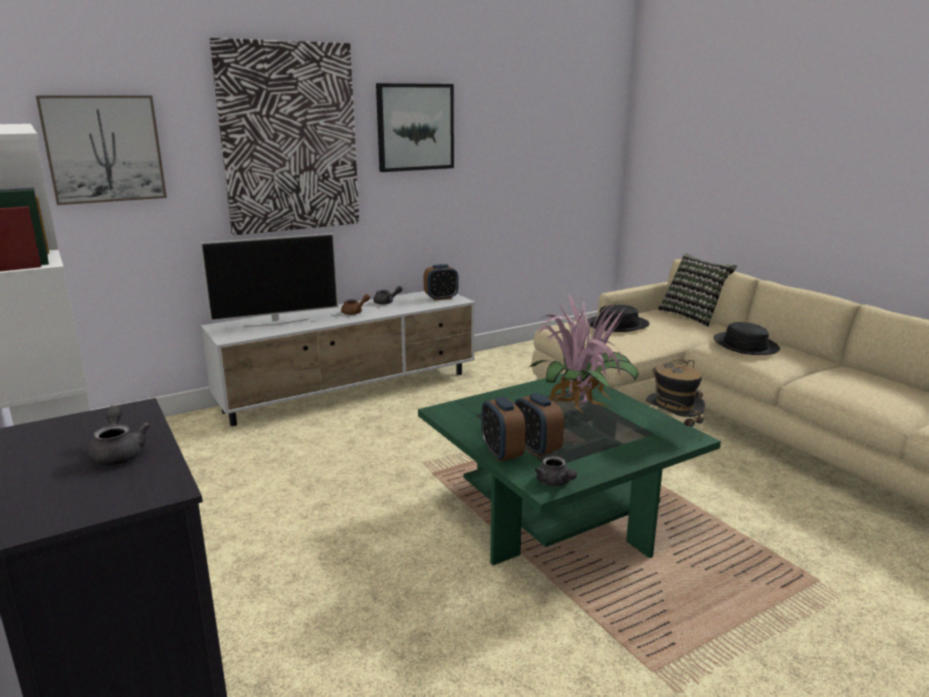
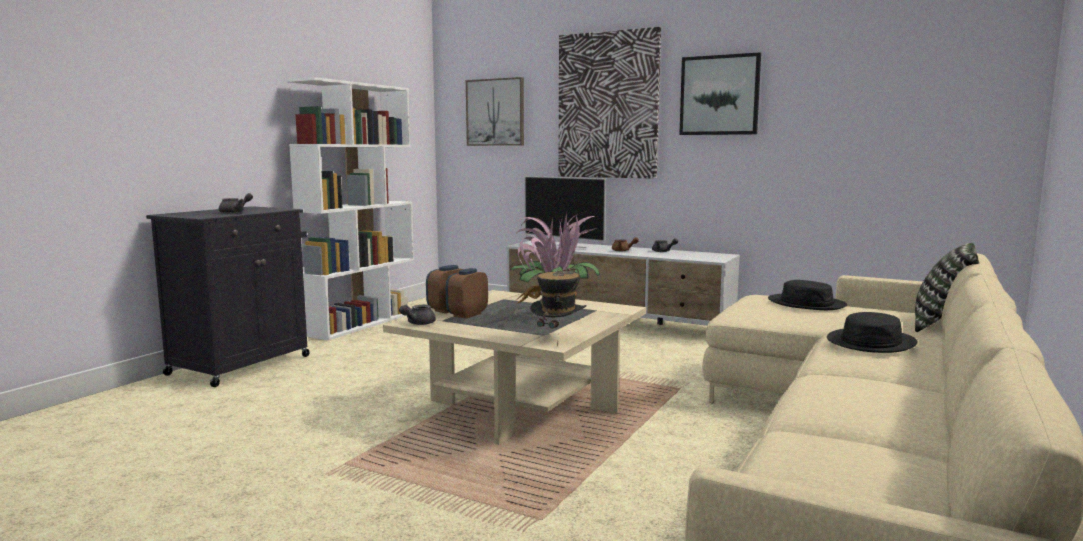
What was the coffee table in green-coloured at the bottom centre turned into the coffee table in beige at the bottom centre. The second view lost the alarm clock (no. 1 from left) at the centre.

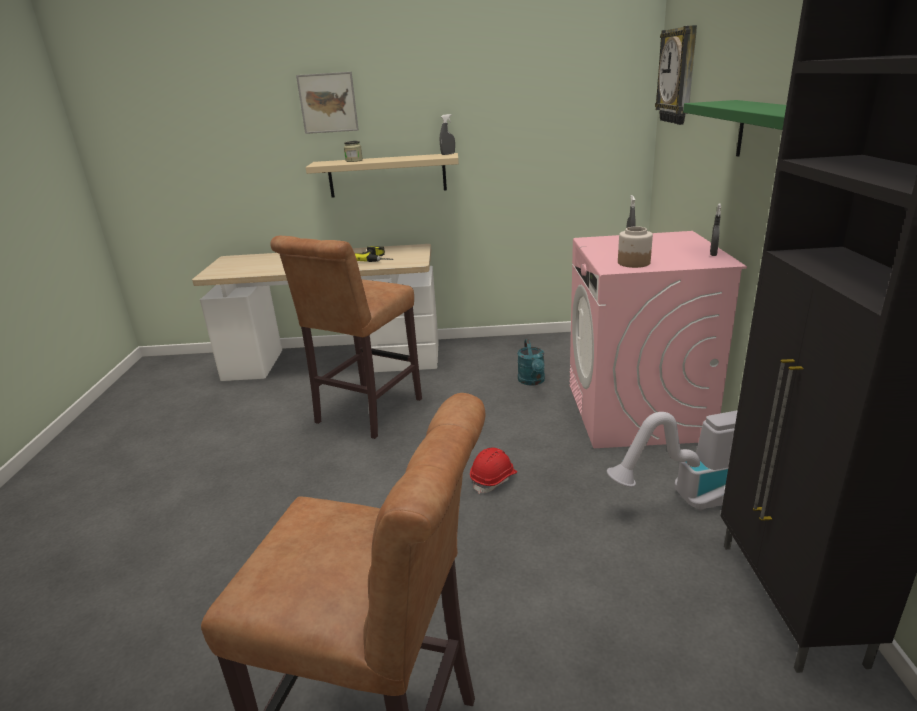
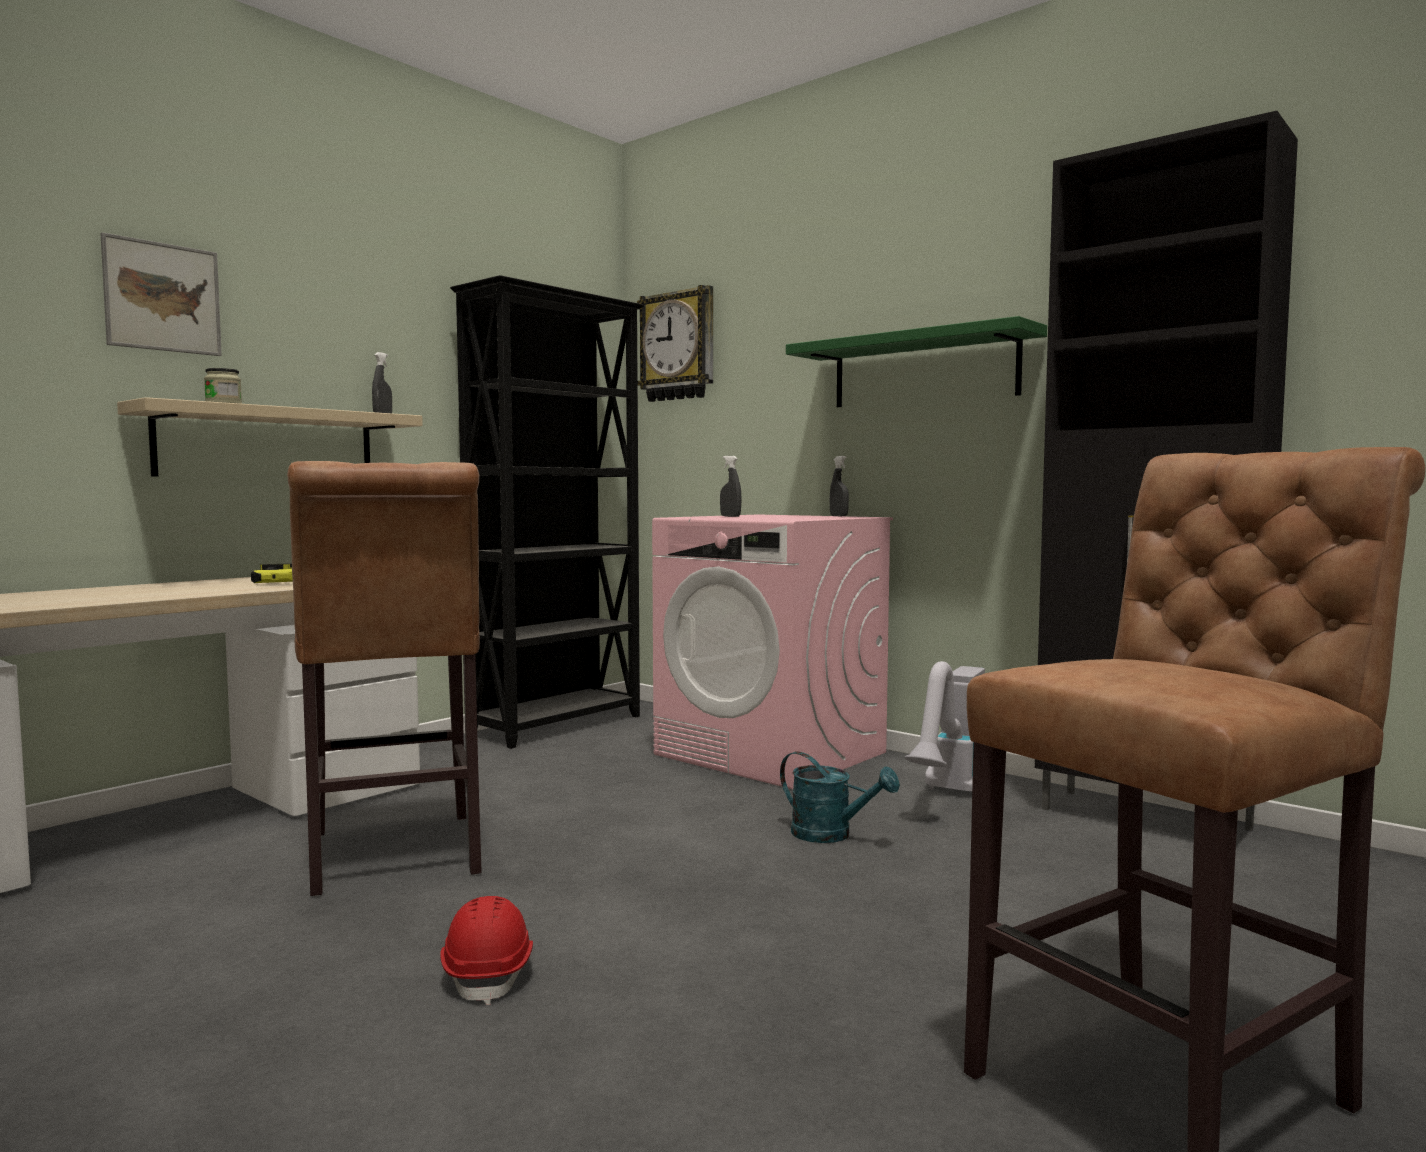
The work helmet in red-coloured ended up elsewhere, having gone from the centre to the bottom centre. The second view gained the shelving unit in blackish at the centre. The watering pot in turquoise-coloured ended up elsewhere, having gone from the centre to the bottom centre. The second view lost the preserve jar (no. 2 from left) at the middle right.

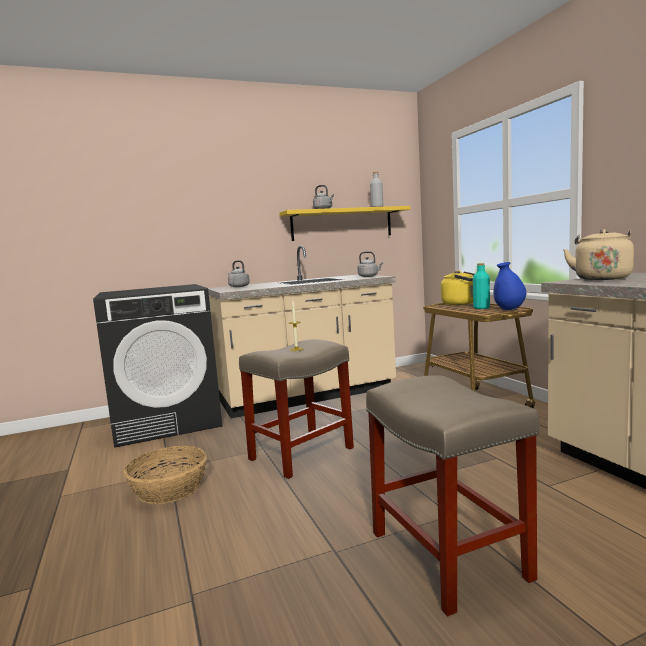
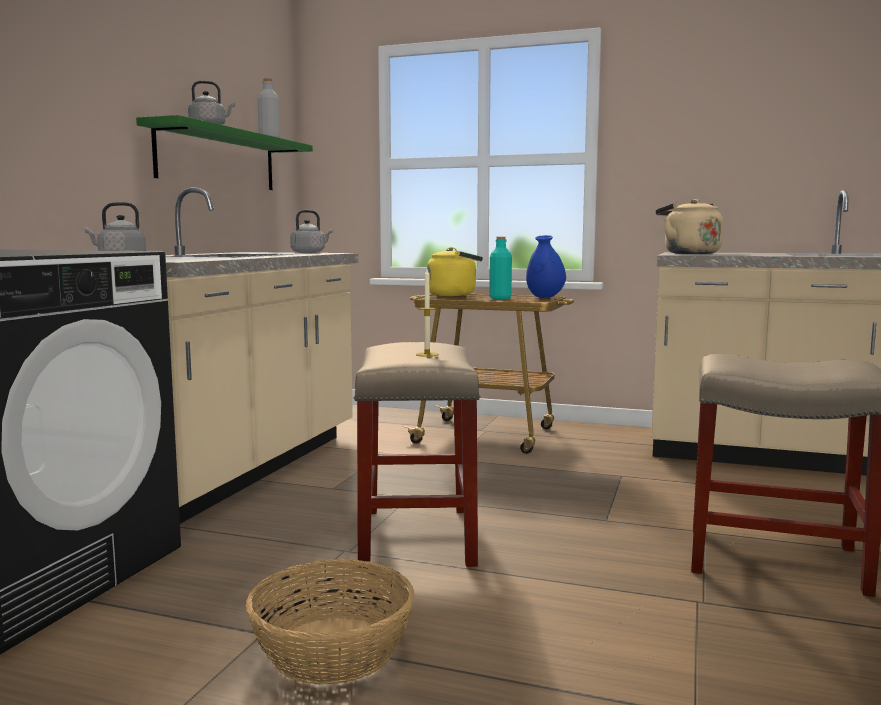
What was the shelf in yellow-coloured at the centre turned into the shelf in green-coloured at the top left.

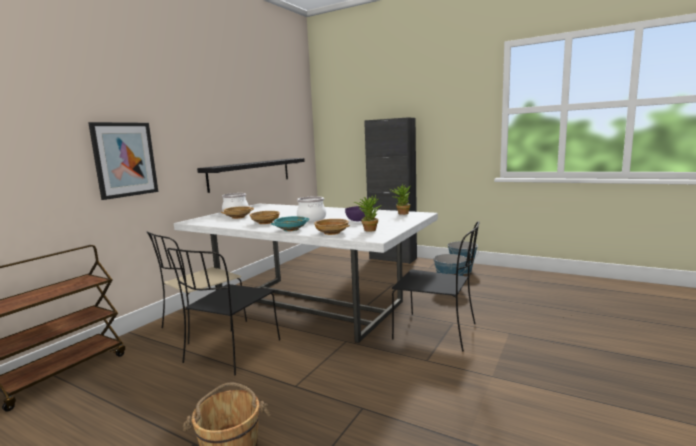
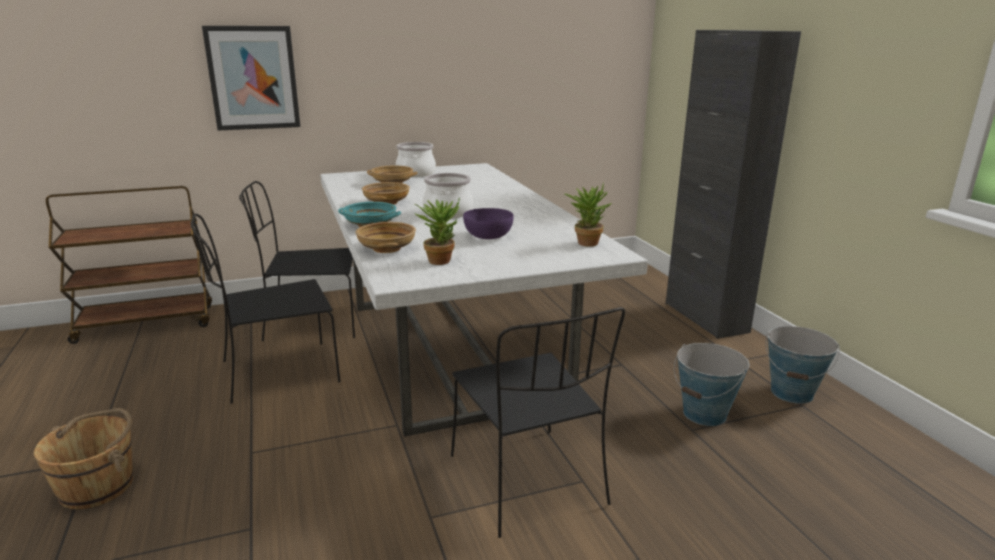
What was the upright chair in beige at the middle left turned into the upright chair in blackish (no. 2 from left) at the middle left. The second view lost the shelf in blackish at the centre.

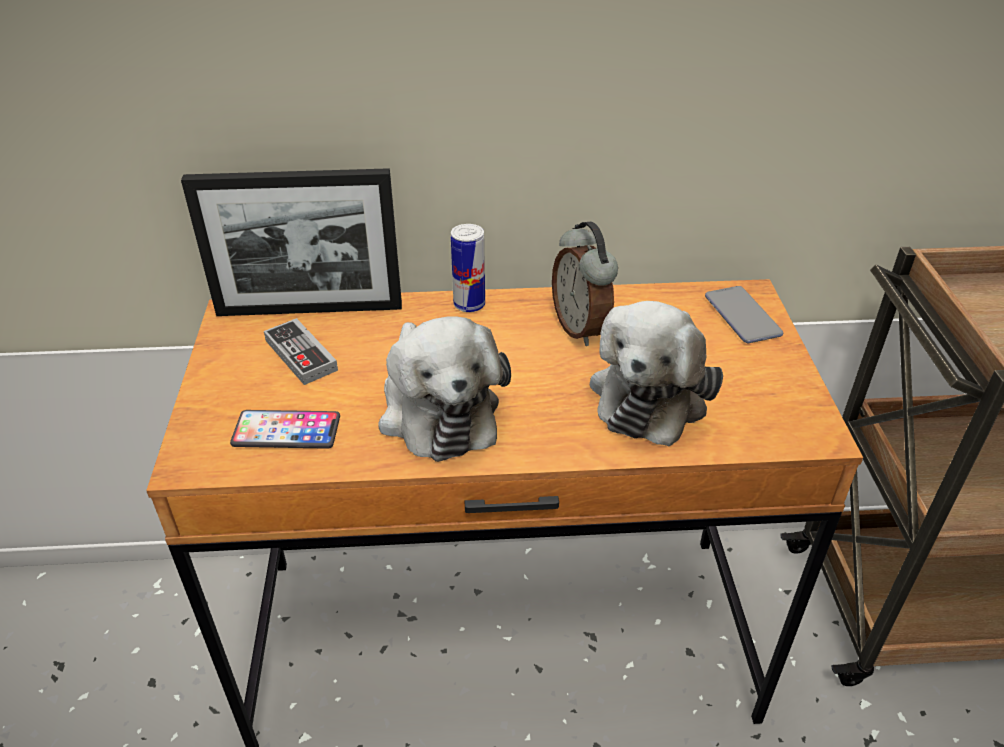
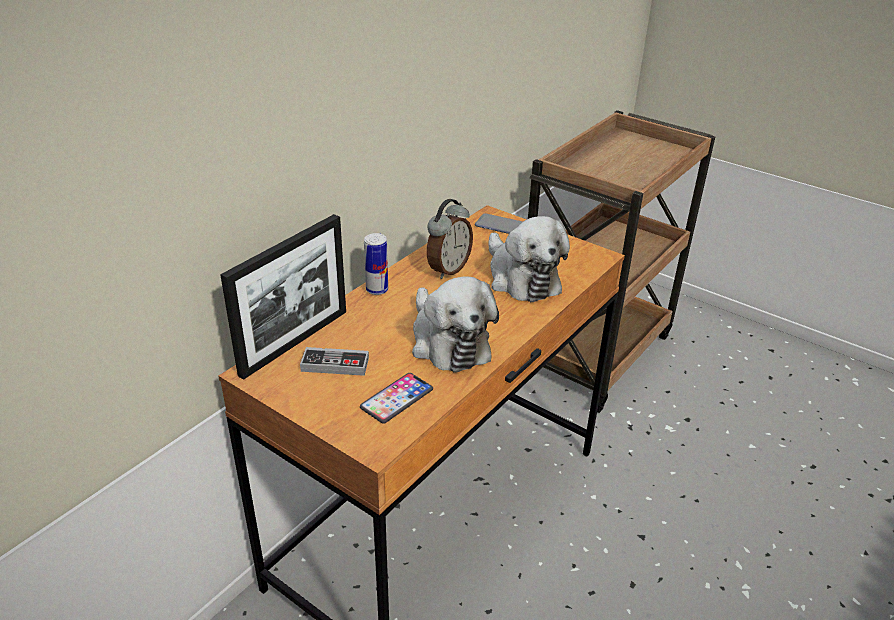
The soft toy (no. 1 from left) at the centre ended up facing another way, 45 degrees clockwise from before. The alarm clock at the centre ended up facing another way, 75 degrees counterclockwise from before.

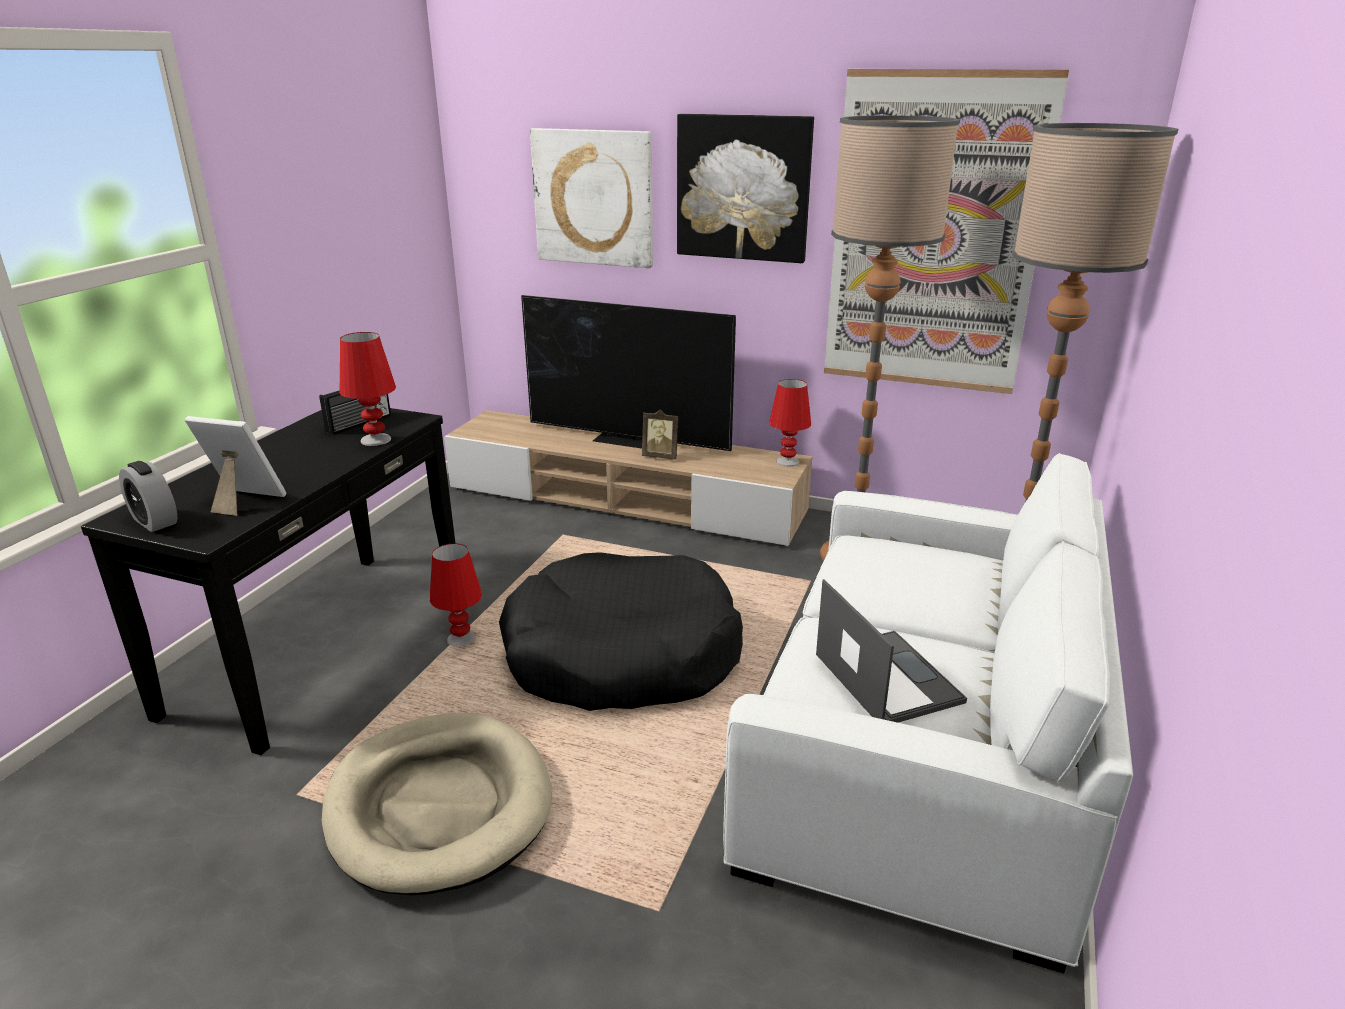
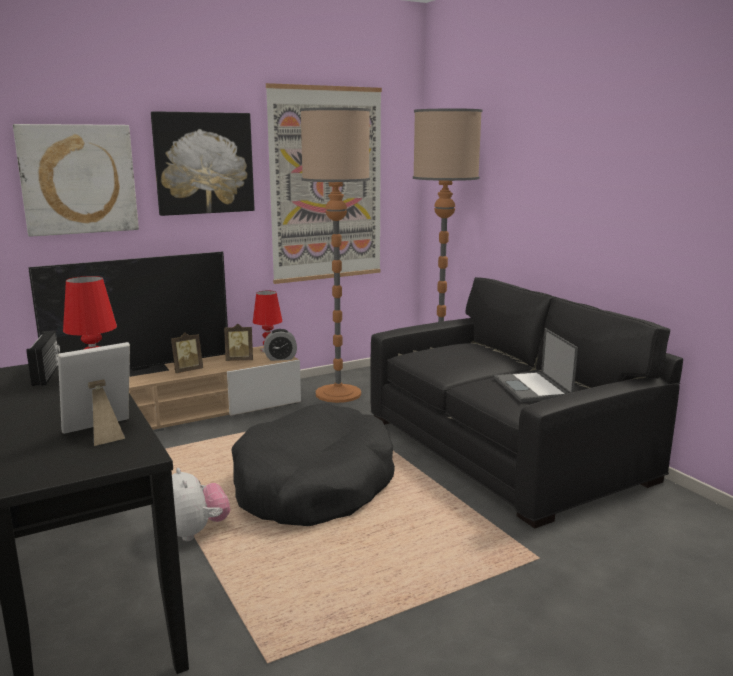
Where the lamp for a table in red-coloured (no. 2 from left) stood at the centre, the soft toy came to stand at the bottom left. The second view gained the photo frame (no. 3 from left) at the middle left. The alarm clock ended up elsewhere, having gone from the middle left to the centre. What was the settee in white-coloured at the bottom right turned into the settee in blackish at the middle right. The notebook computer at the centre ended up facing another way, 120 degrees counterclockwise from before. The second view lost the dog bed in beige at the bottom left.

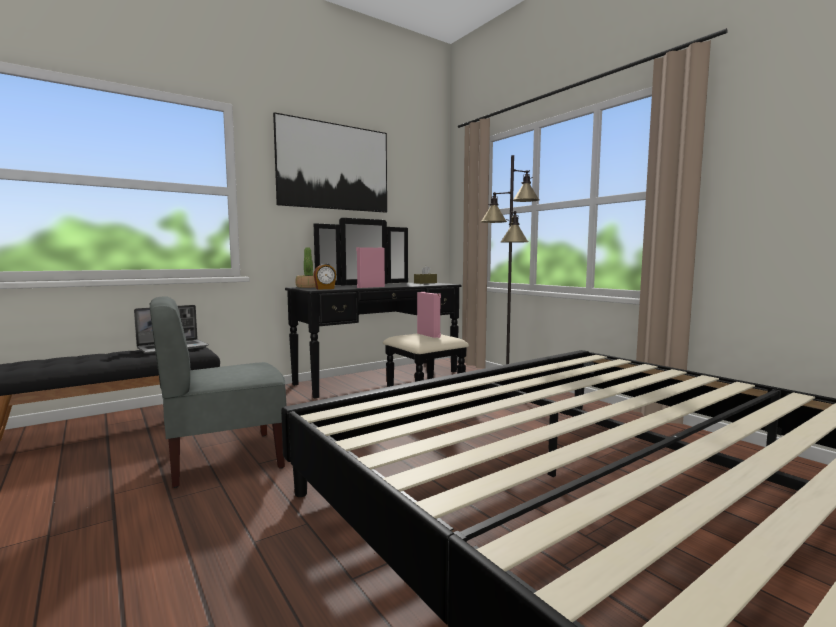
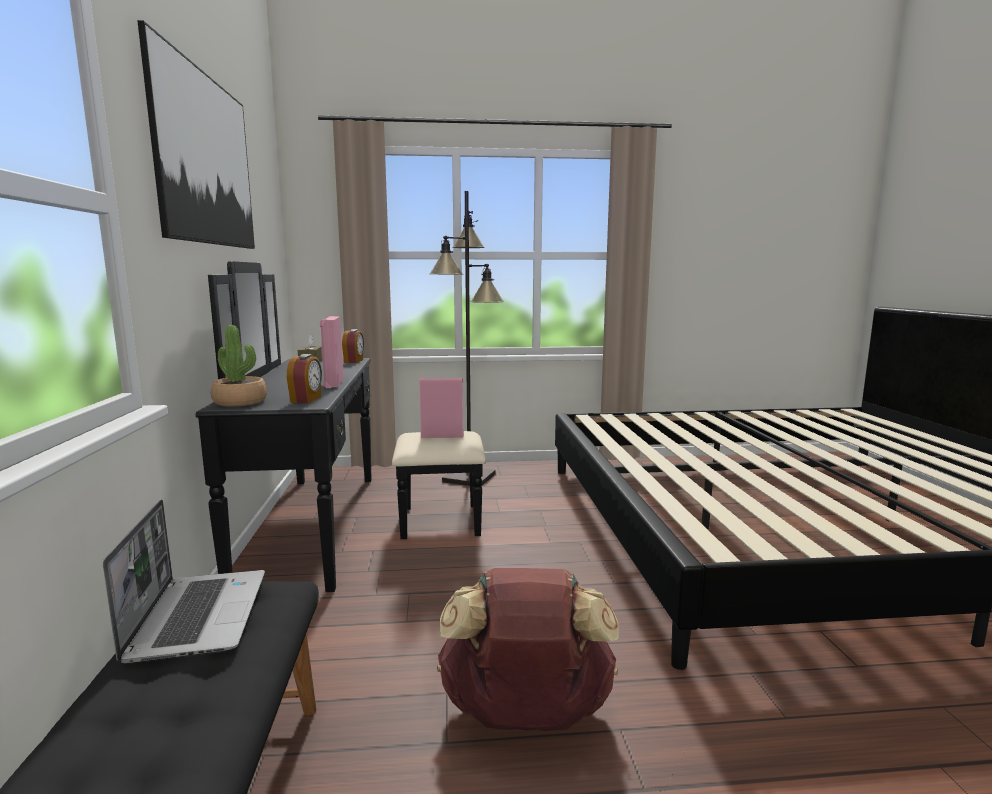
The second view gained the alarm clock (no. 2 from left) at the centre. Where the upright chair in greyish stood at the middle left, the knapsack in brownish came to stand at the bottom centre.

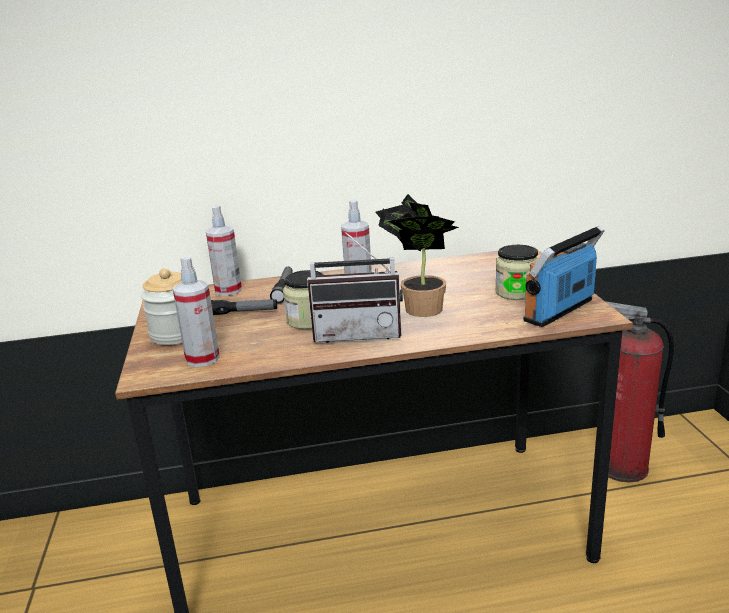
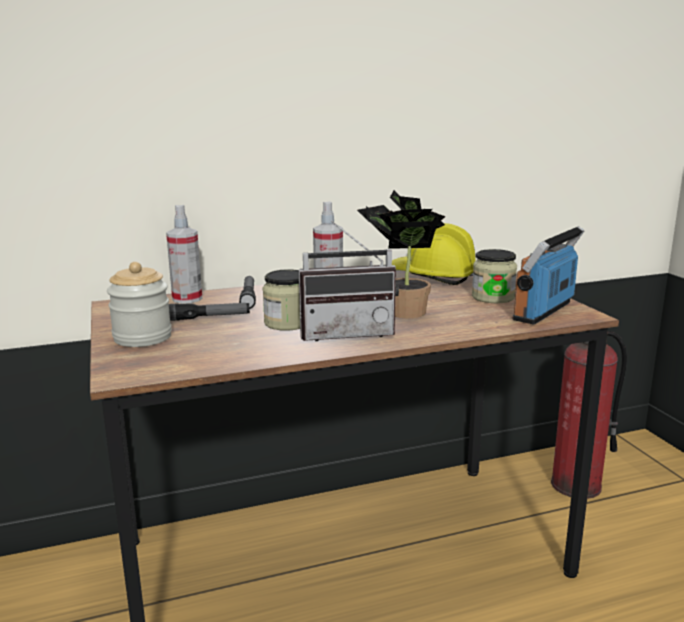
The second view gained the work helmet in yellow-coloured at the centre. The second view lost the hand sprayer (no. 1 from left) at the middle left.

